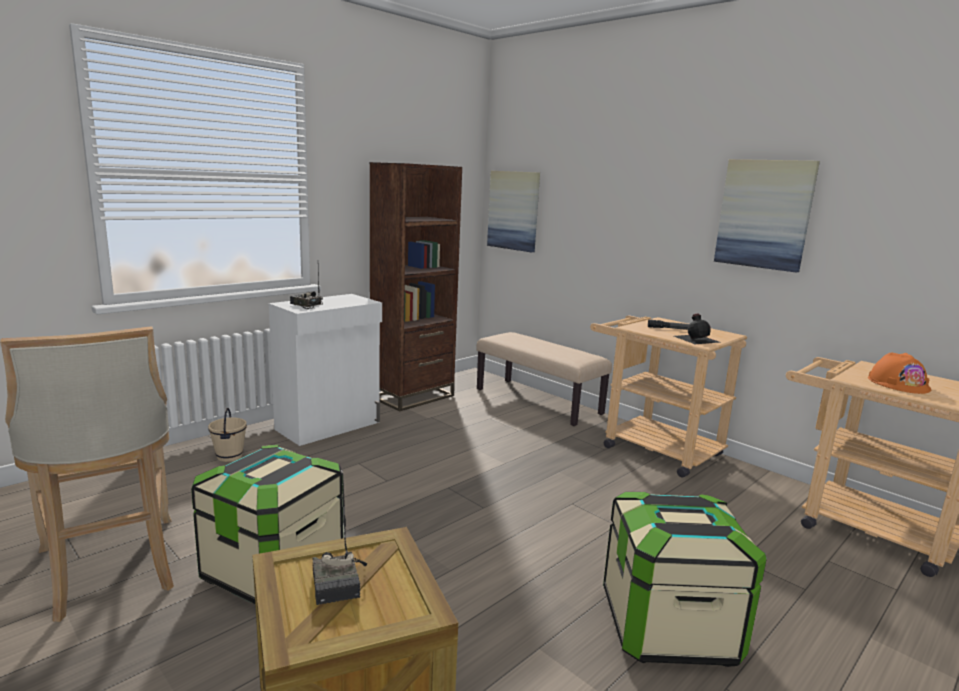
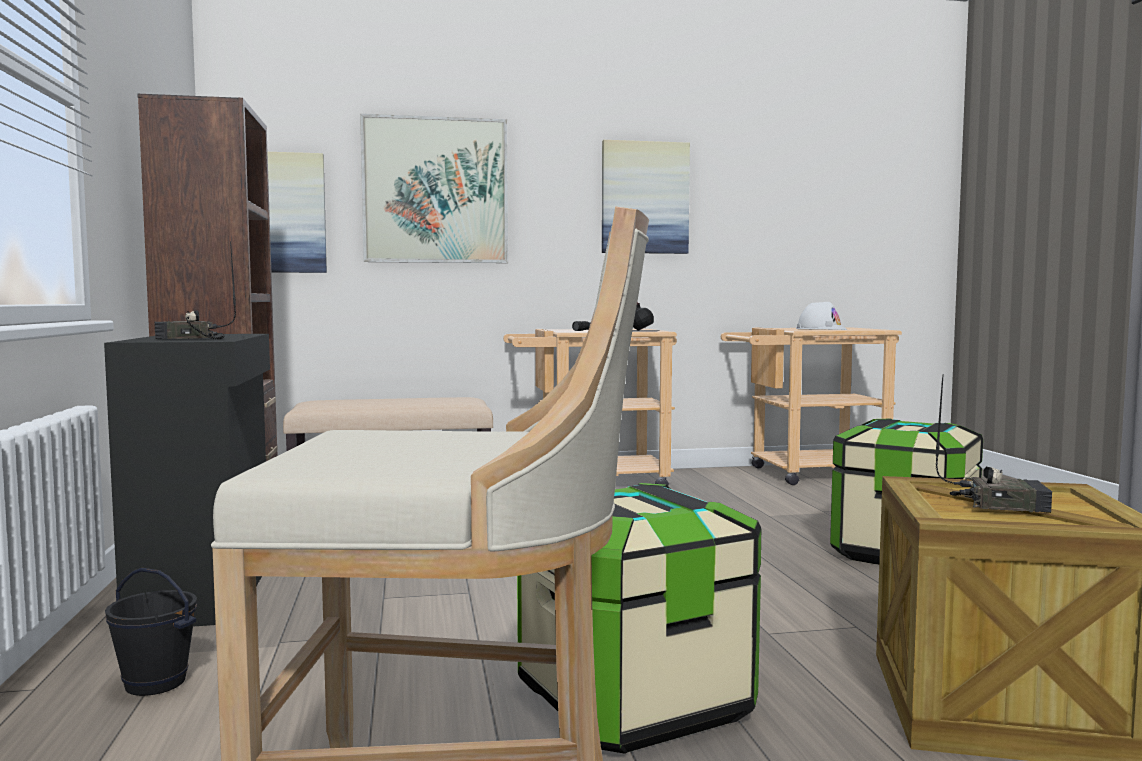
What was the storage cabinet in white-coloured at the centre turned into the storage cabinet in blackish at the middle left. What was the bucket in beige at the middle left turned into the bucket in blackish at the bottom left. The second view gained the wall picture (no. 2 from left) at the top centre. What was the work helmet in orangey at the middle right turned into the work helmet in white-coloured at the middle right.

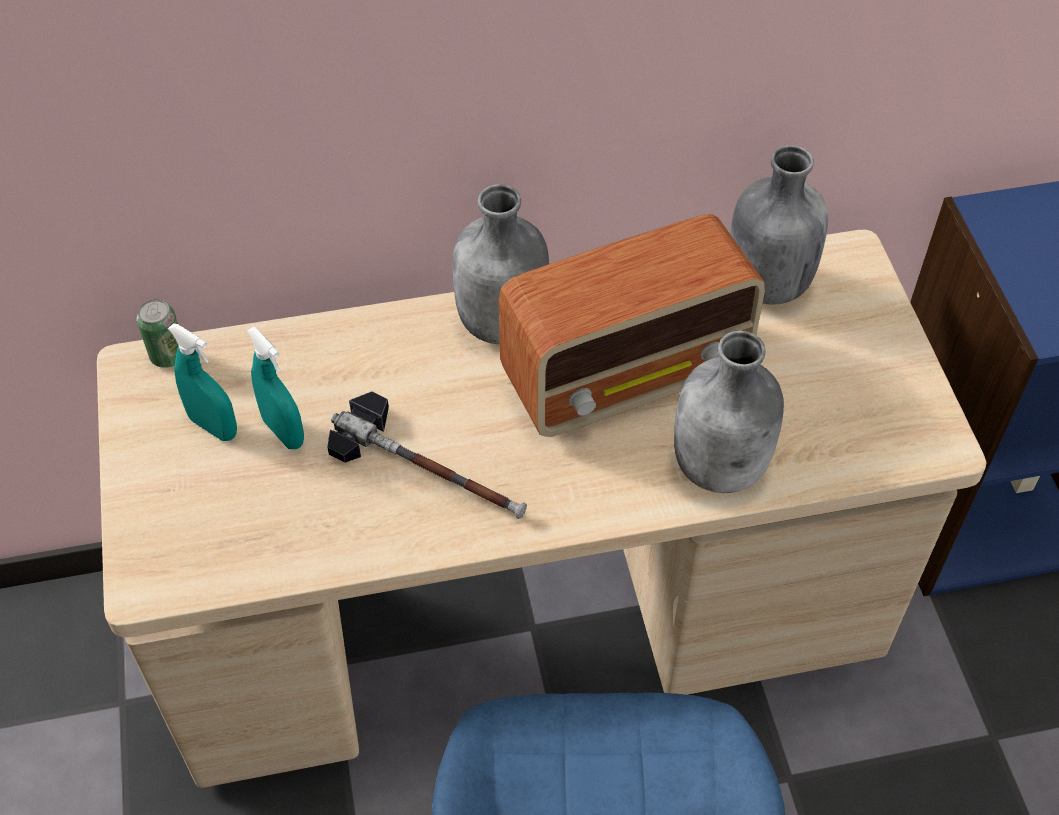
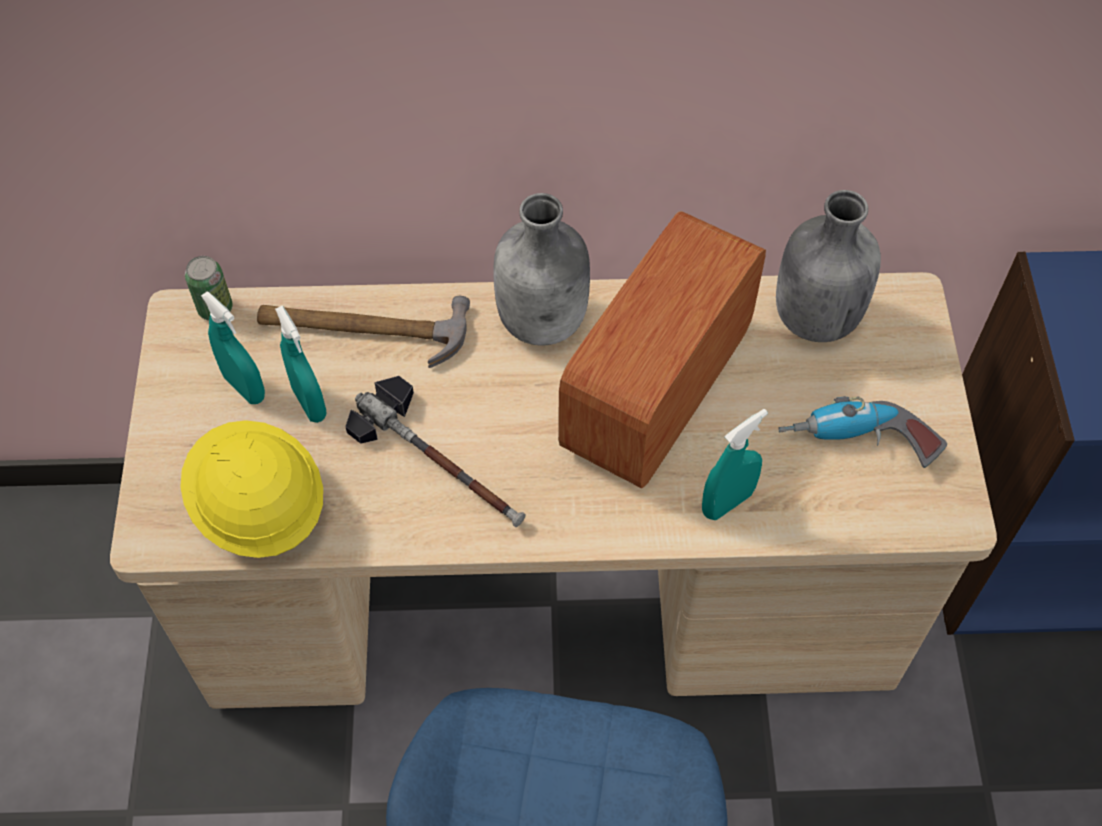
The second view gained the work helmet in yellow-coloured at the middle left. The second view gained the hand hammer (no. 1 from left) at the middle left. The radio at the centre ended up facing another way, 135 degrees clockwise from before. Where the bottle in greyish (no. 2 from left) stood at the middle right, the hand sprayer in turquoise-coloured (no. 3 from left) came to stand at the middle right. The second view gained the power drill at the middle right.

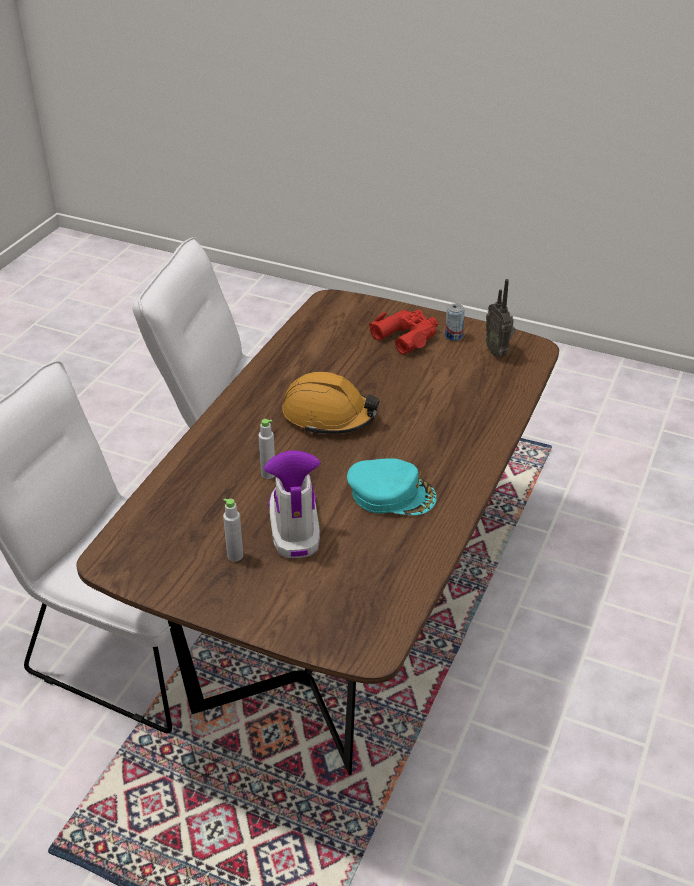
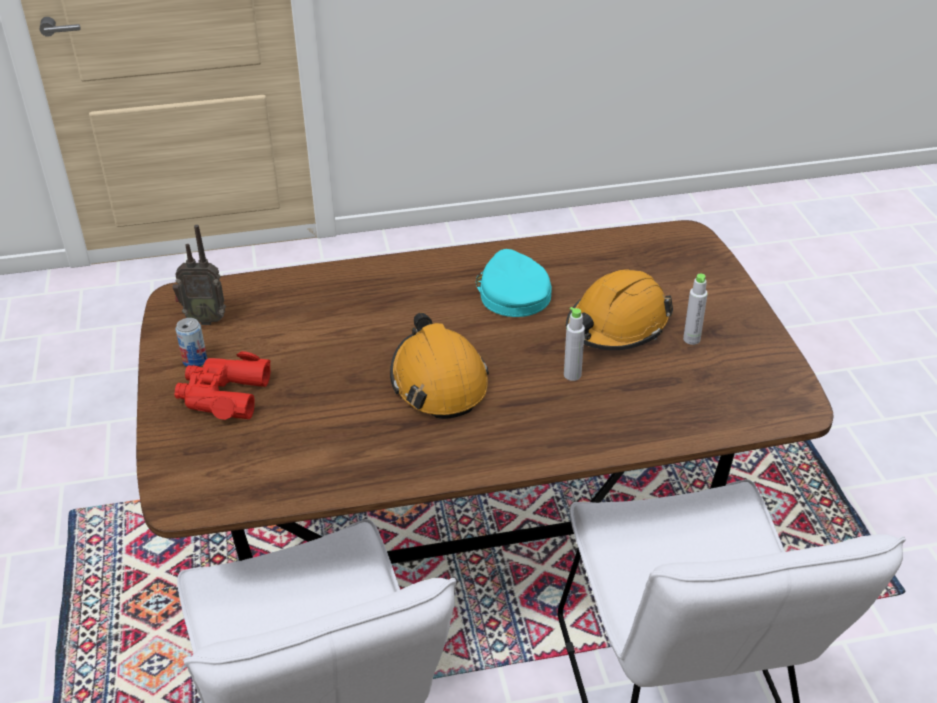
The radio at the middle right ended up facing another way, 60 degrees clockwise from before. Where the boot stood at the centre, the work helmet in orangey (no. 2 from left) came to stand at the centre.

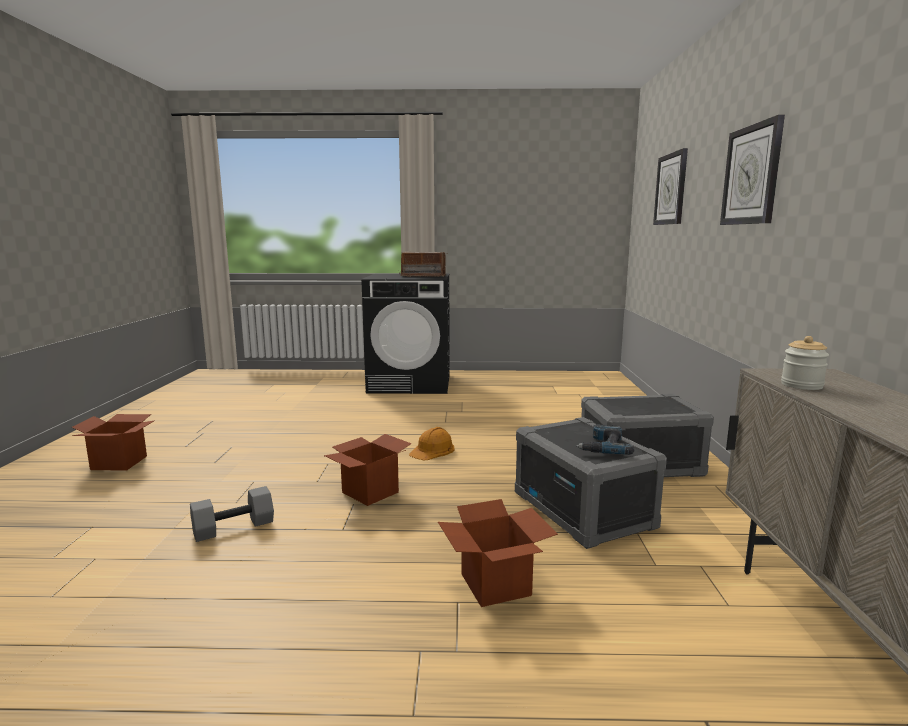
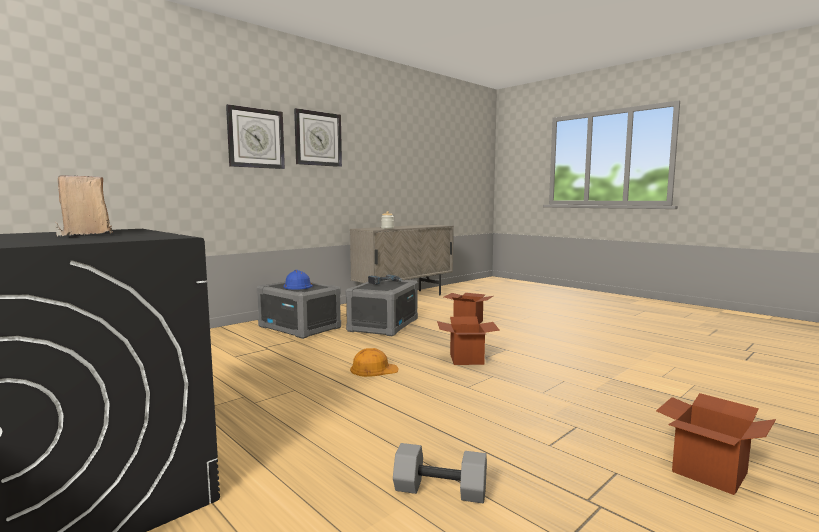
The second view gained the work helmet in blue-coloured at the centre. The clock on the wall (no. 1 from left in the first image) ended up elsewhere, having gone from the top right to the top centre. The dumbbell in greyish ended up elsewhere, having gone from the bottom left to the bottom centre.

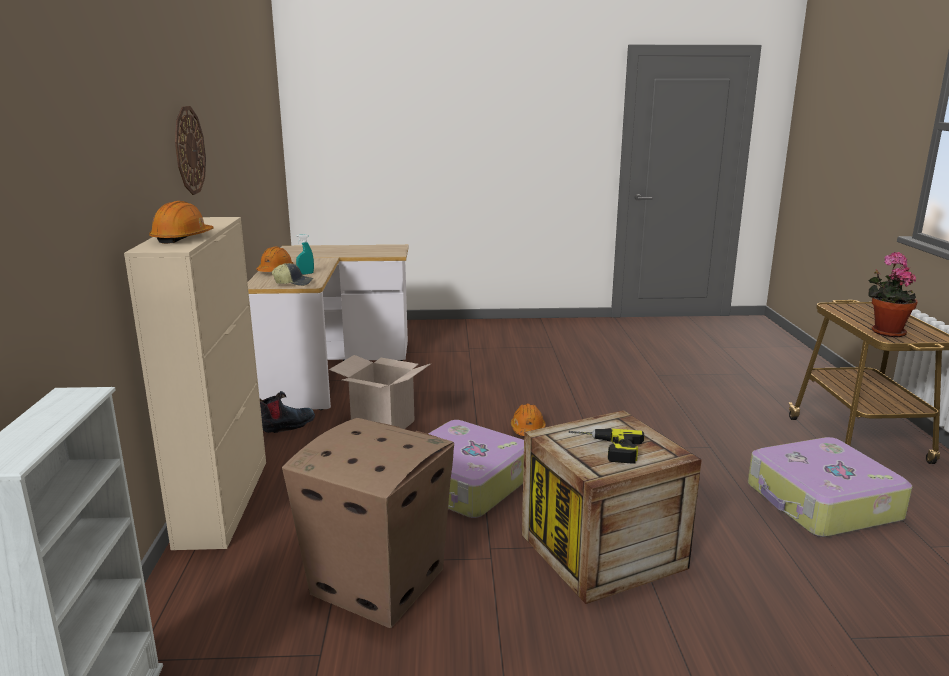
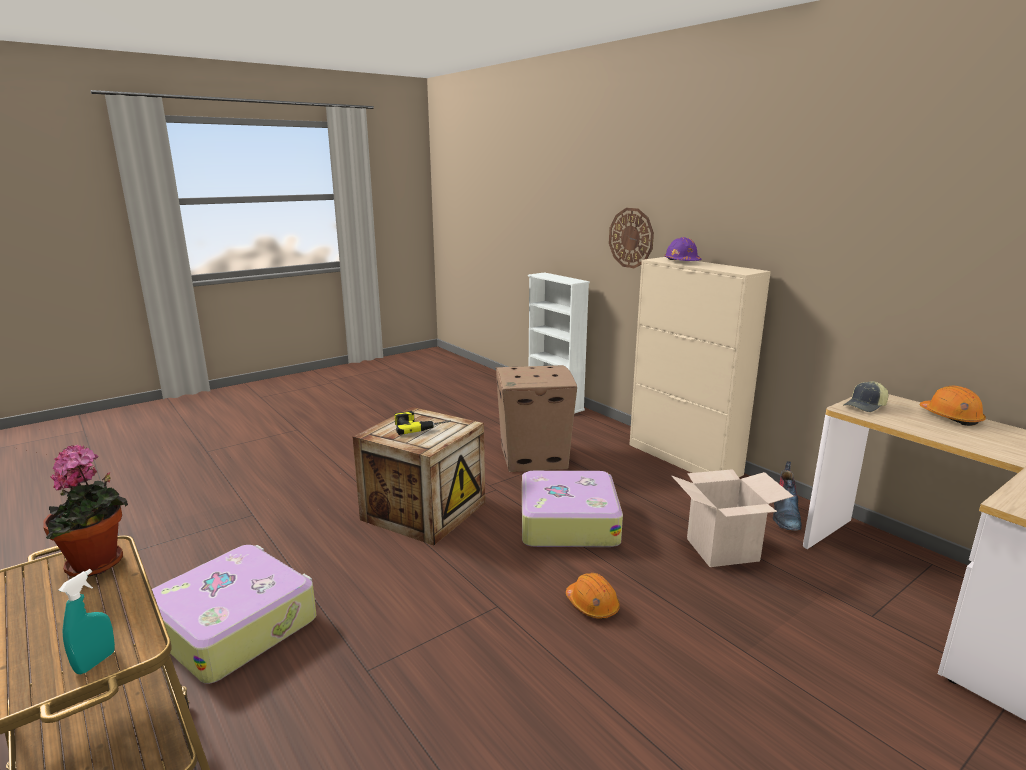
The hand sprayer in turquoise-coloured ended up elsewhere, having gone from the middle left to the bottom left. The clock on the wall ended up elsewhere, having gone from the top left to the top centre. What was the work helmet in orangey (no. 1 from left) at the top left turned into the work helmet in purplish at the top centre.

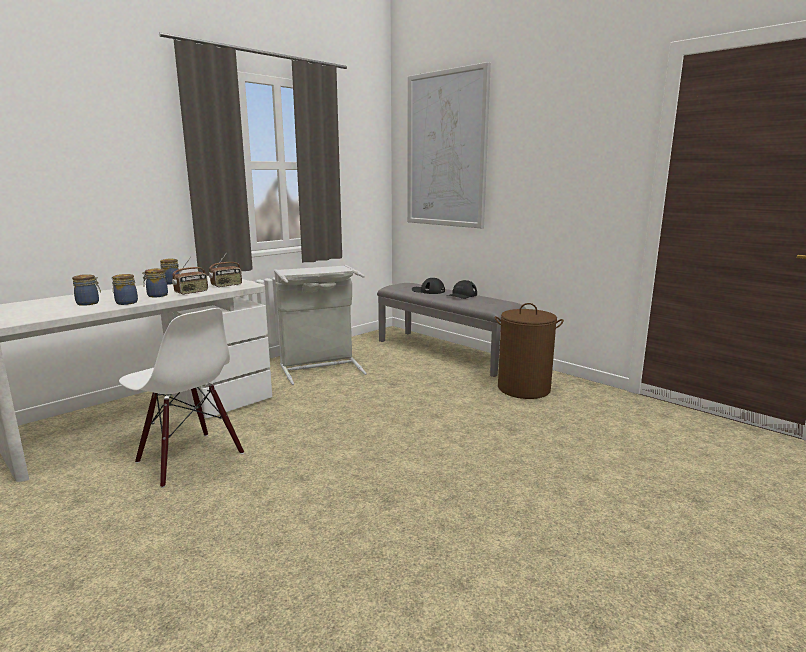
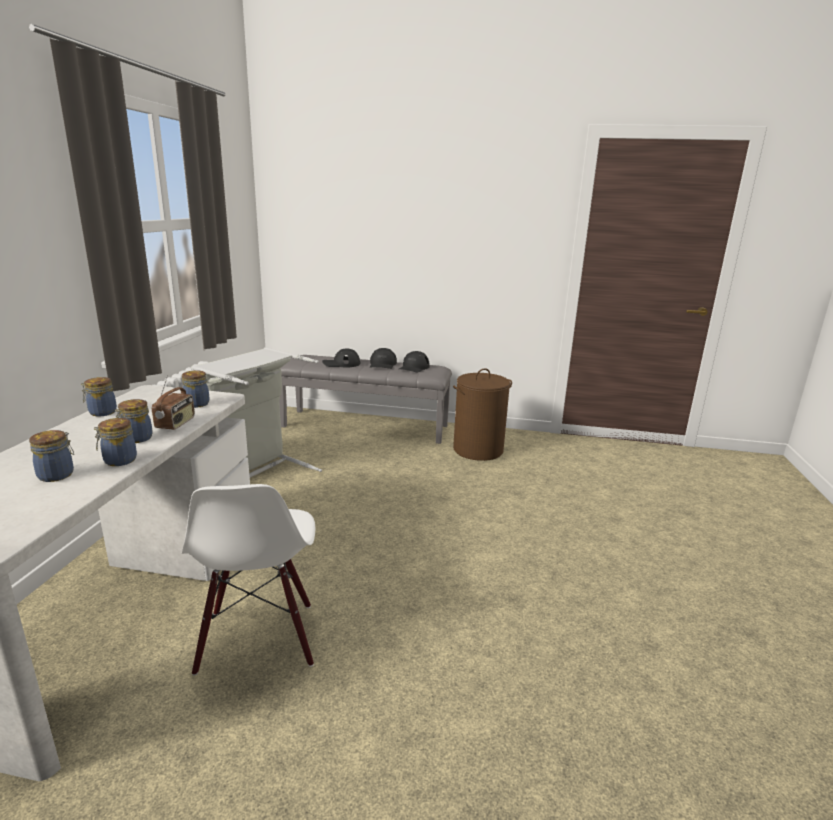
Where the radio (no. 2 from left) stood at the middle left, the preserve jar (no. 5 from left) came to stand at the middle left. The upright chair in white-coloured at the middle left ended up facing another way, 75 degrees clockwise from before. The second view gained the cap in blackish (no. 3 from left) at the centre. The second view lost the wall picture at the top centre.

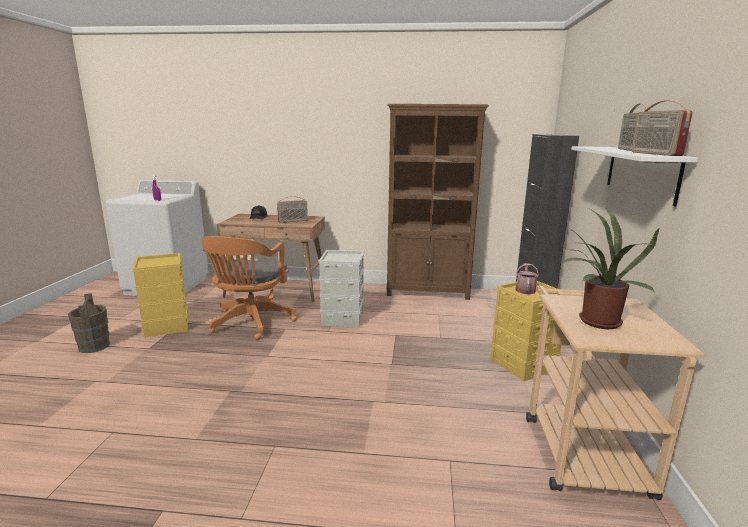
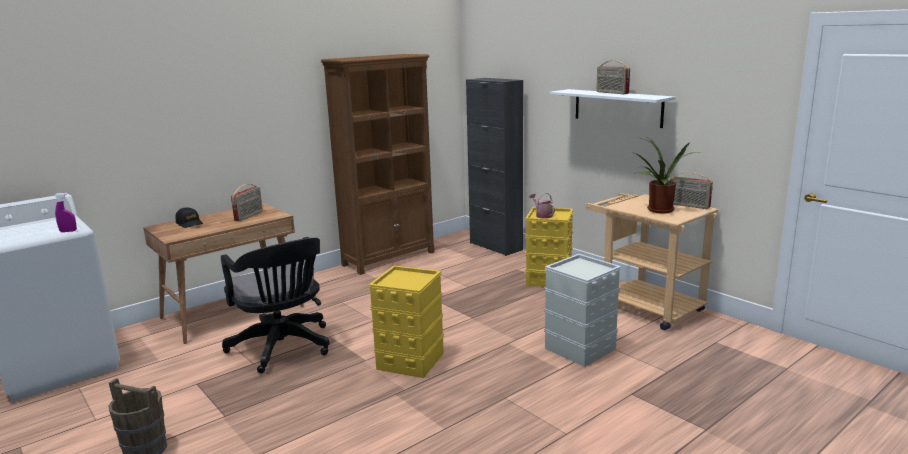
What was the computer chair in orangey at the middle left turned into the computer chair in blackish at the bottom left. The storage container in yellow-coloured (no. 1 from left) ended up elsewhere, having gone from the middle left to the bottom centre. The storage container in greyish ended up elsewhere, having gone from the centre to the bottom centre. The radio (no. 3 from left) ended up elsewhere, having gone from the top right to the middle right.

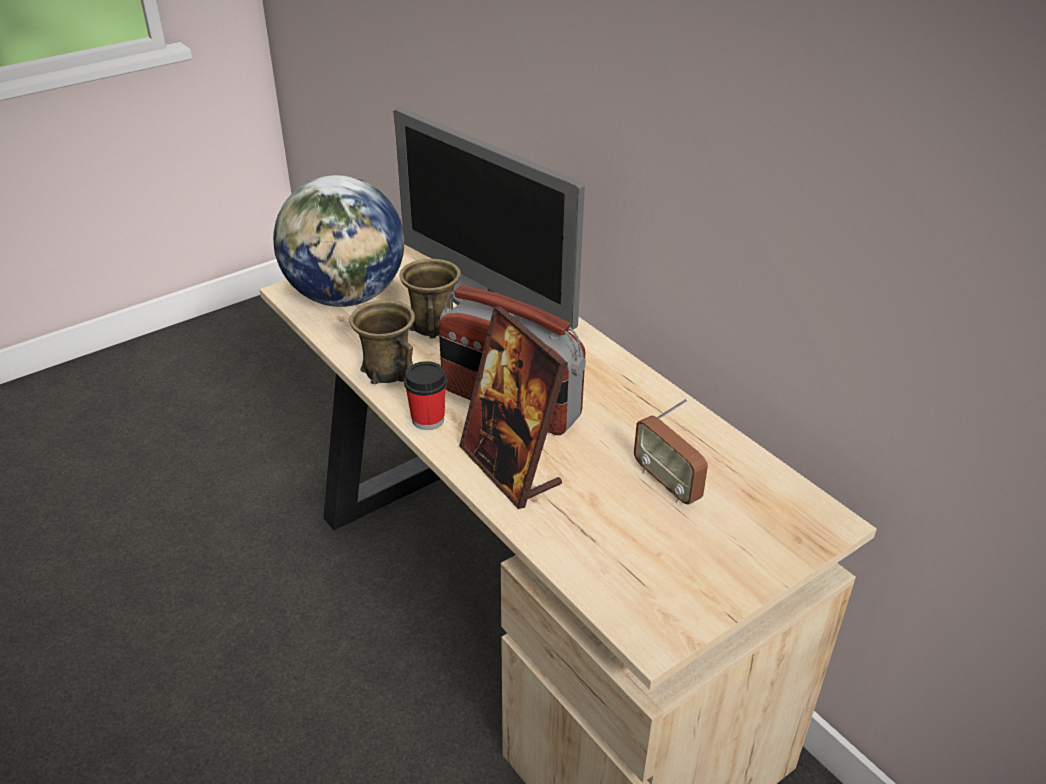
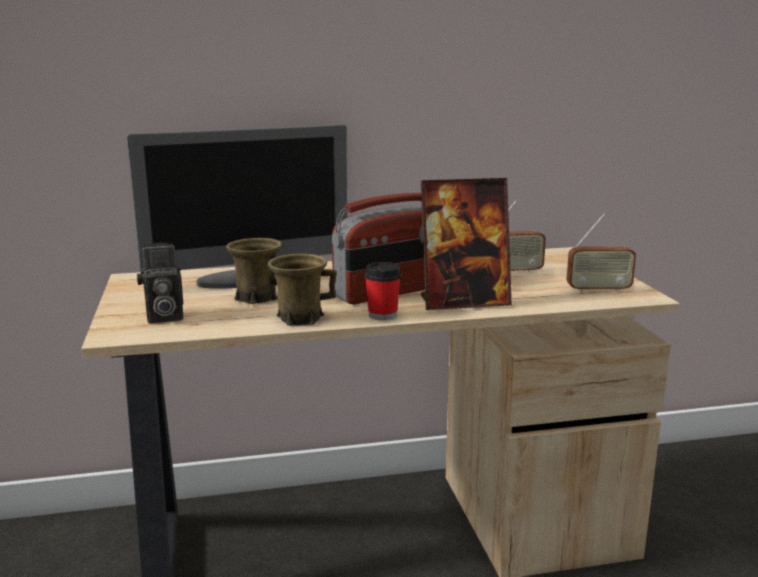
Where the globe stood at the top left, the still camera came to stand at the middle left. The second view gained the radio (no. 3 from left) at the middle right.

